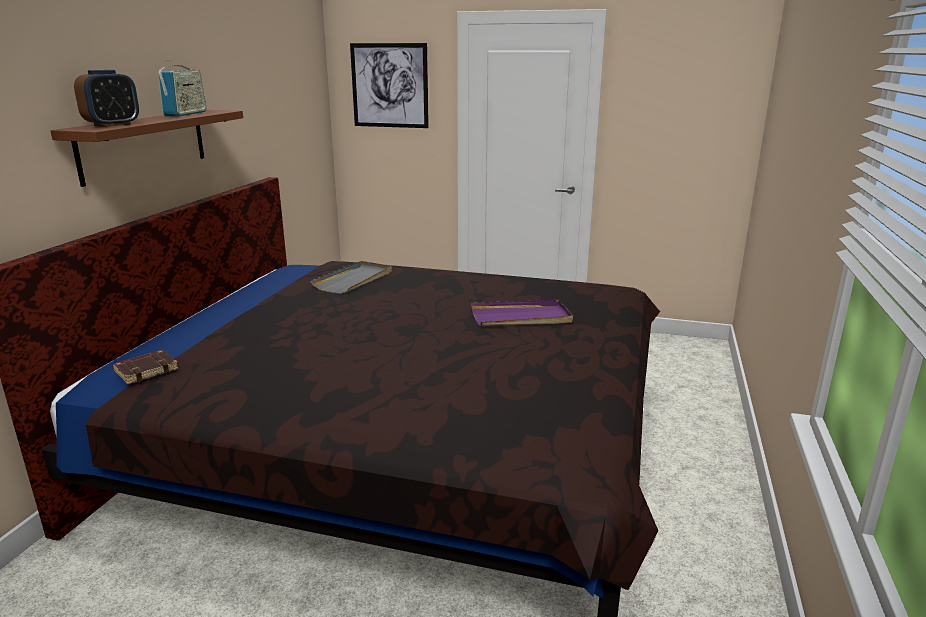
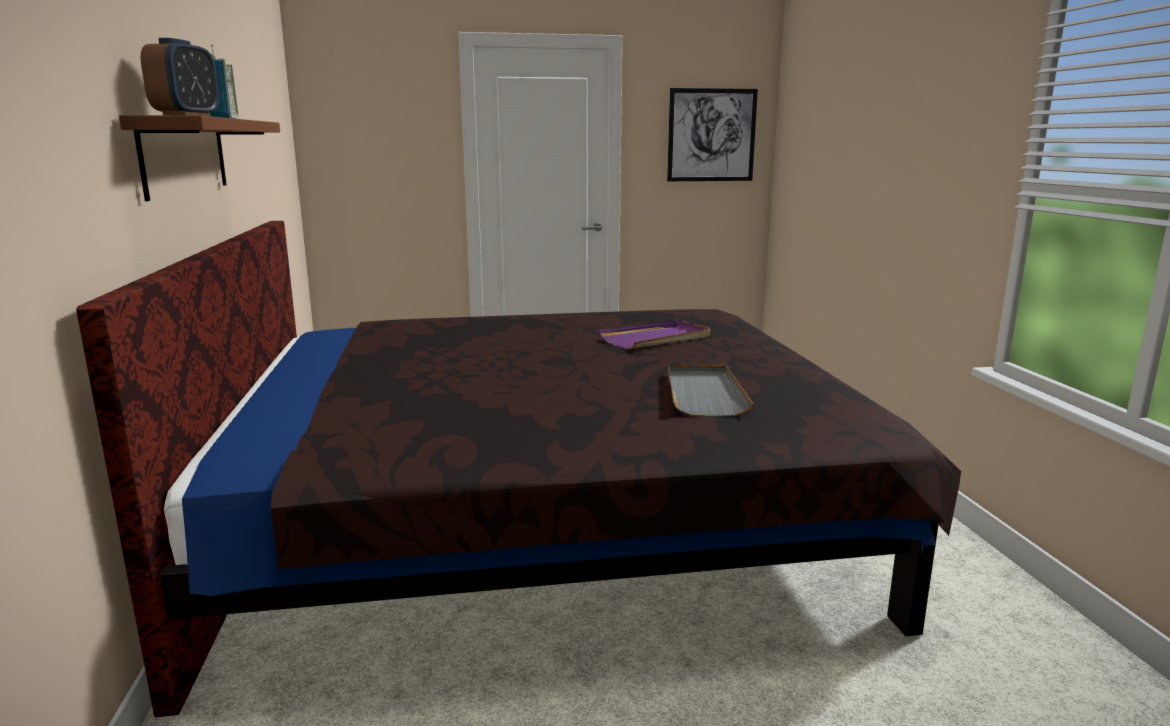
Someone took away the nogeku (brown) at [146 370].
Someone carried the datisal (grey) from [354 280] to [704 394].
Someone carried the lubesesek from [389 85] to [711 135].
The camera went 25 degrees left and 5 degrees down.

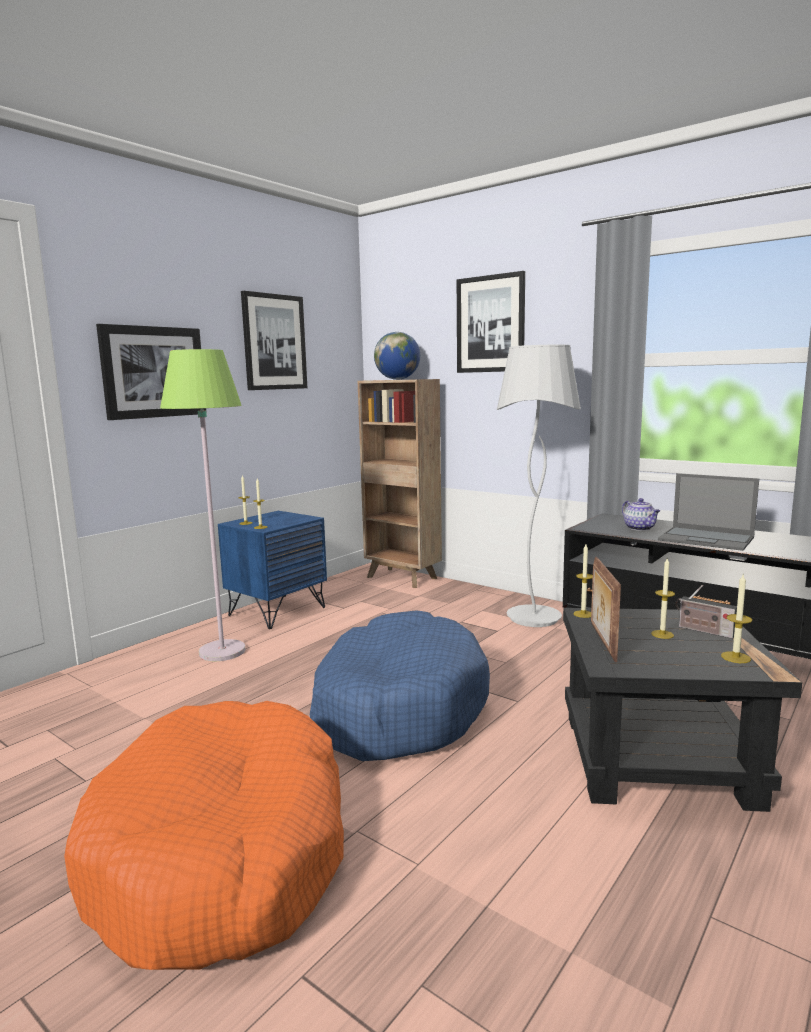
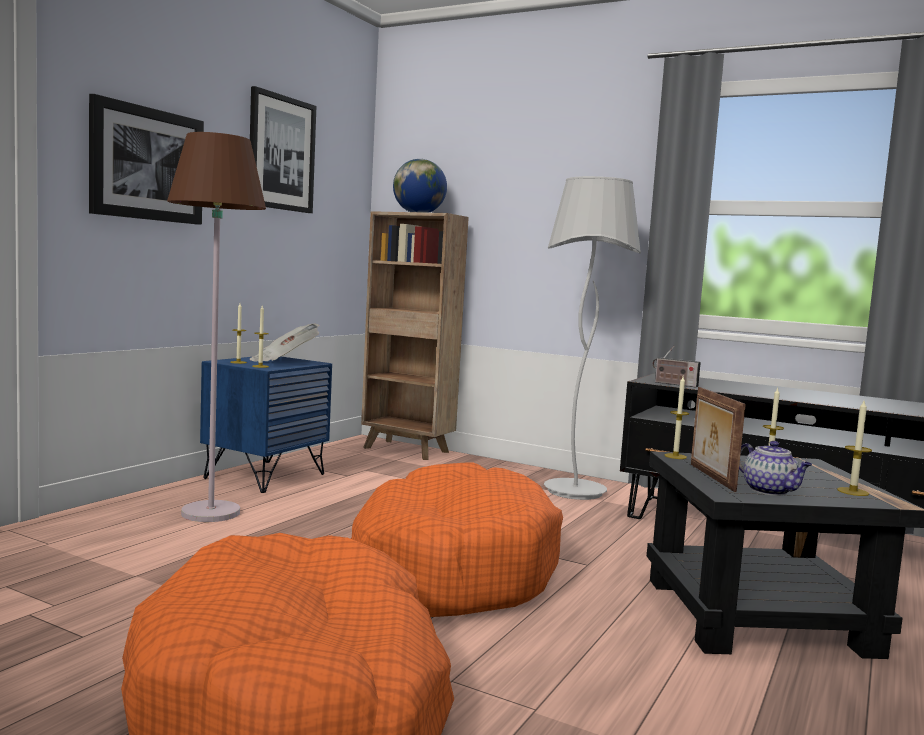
Someone repainted the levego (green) at [222 652], which became the levego (brown) at [211 513].
Someone repainted the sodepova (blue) at [397 706], which became the sodepova (orange) at [451 568].
Someone took away the lubesesek at [490 324].
Someone carried the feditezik from [640 528] to [770 491].
Someone took away the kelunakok at [707 539].
Someone carried the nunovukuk from [703 631] to [673 384].
Someone put down the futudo at [284 361].
The camera went 10 degrees left and 5 degrees down.

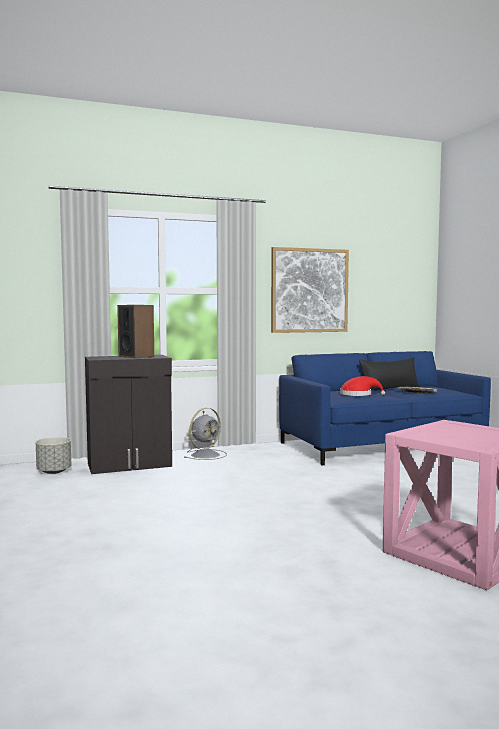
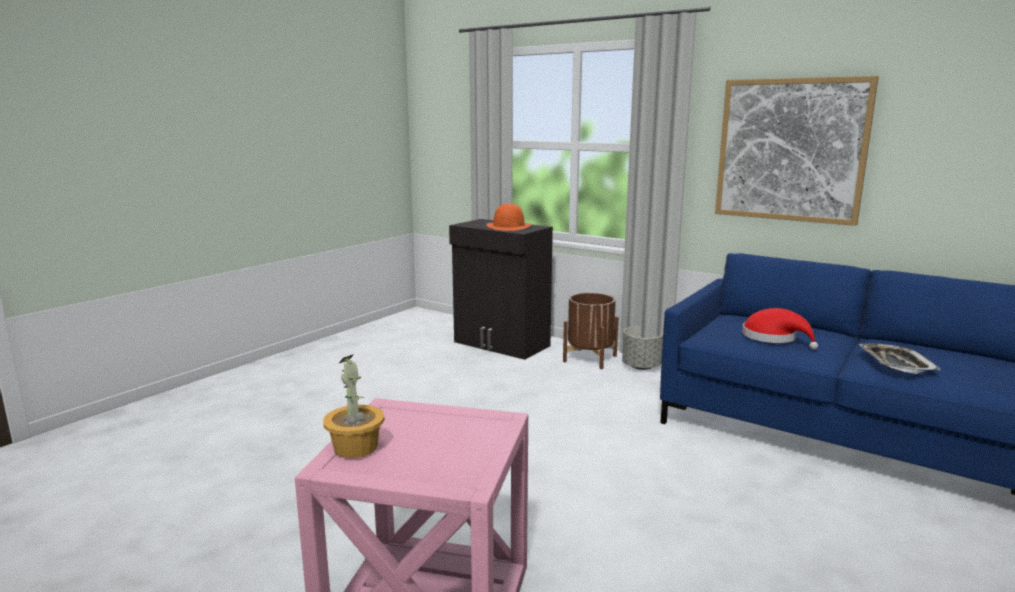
Someone carried the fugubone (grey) from [54 471] to [641 366].
Someone swapped the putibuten at [136 356] for the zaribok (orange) at [509 226].
Someone swapped the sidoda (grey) at [206 455] for the fugubone (brown) at [590 358].
Someone took away the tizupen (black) at [390 389].
Someone put down the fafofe at [356 447].
The camera went 55 degrees right and 10 degrees up.

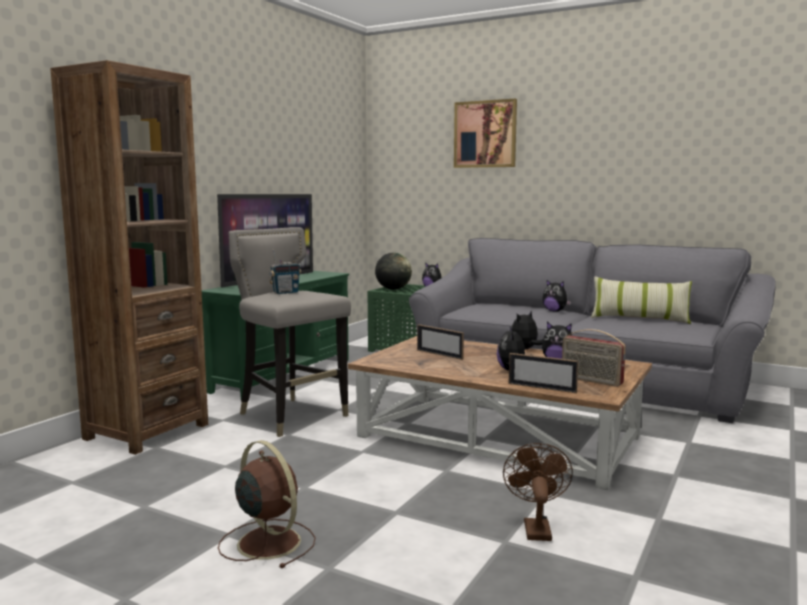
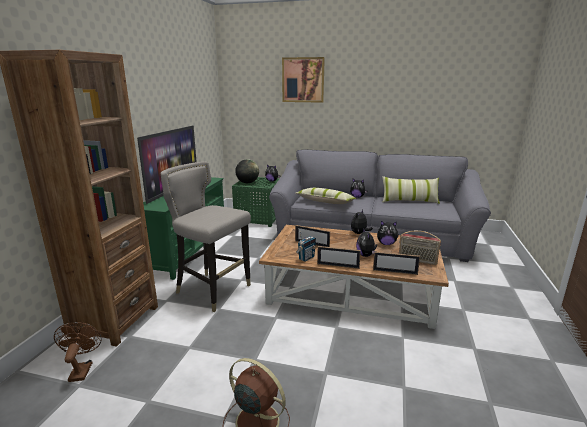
Someone carried the nunovukuk from [285 292] to [306 258].
Someone carried the sidoda (brown) from [535 527] to [82 369].
Someone put down the tizupen at [325 202].
Someone put down the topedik at [338 266].
The camera went 15 degrees left and 10 degrees up.

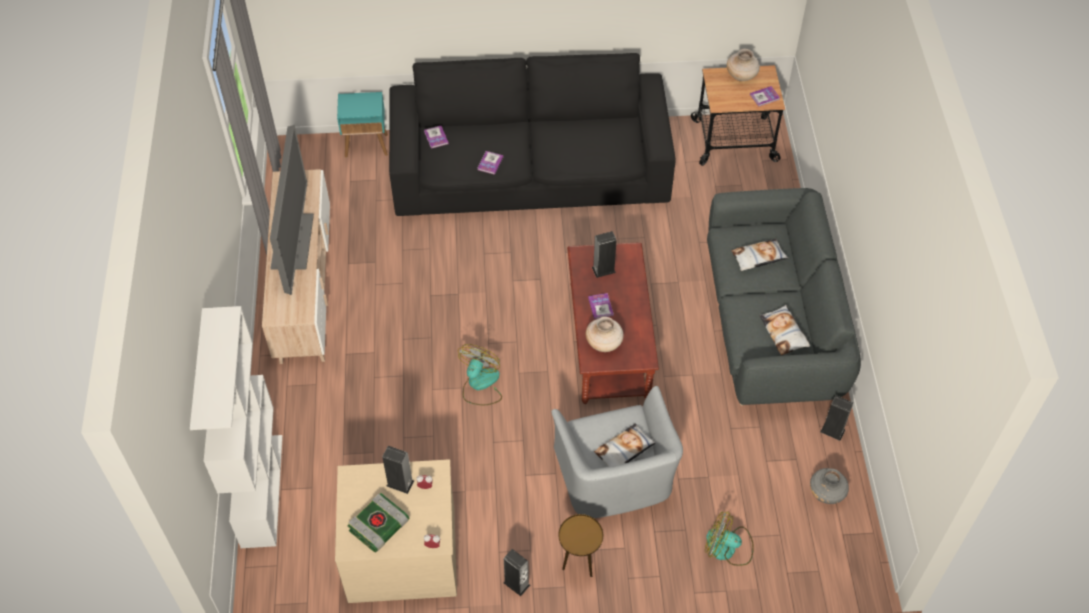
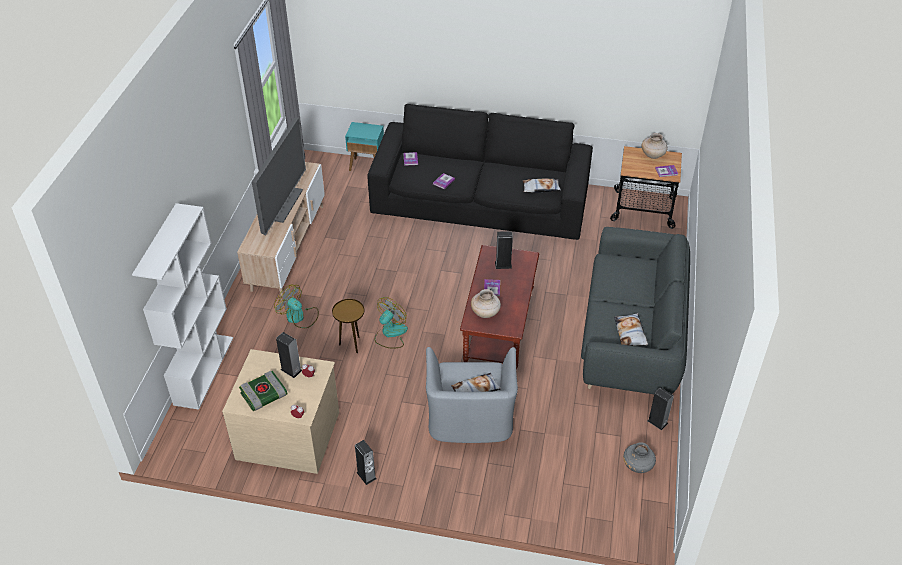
Someone carried the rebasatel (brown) from [579 565] to [351 344].
Someone carried the sidoda from [728 548] to [299 317].
Someone carried the tizupen from [758 258] to [541 188].
The camera went 15 degrees right and 10 degrees down.

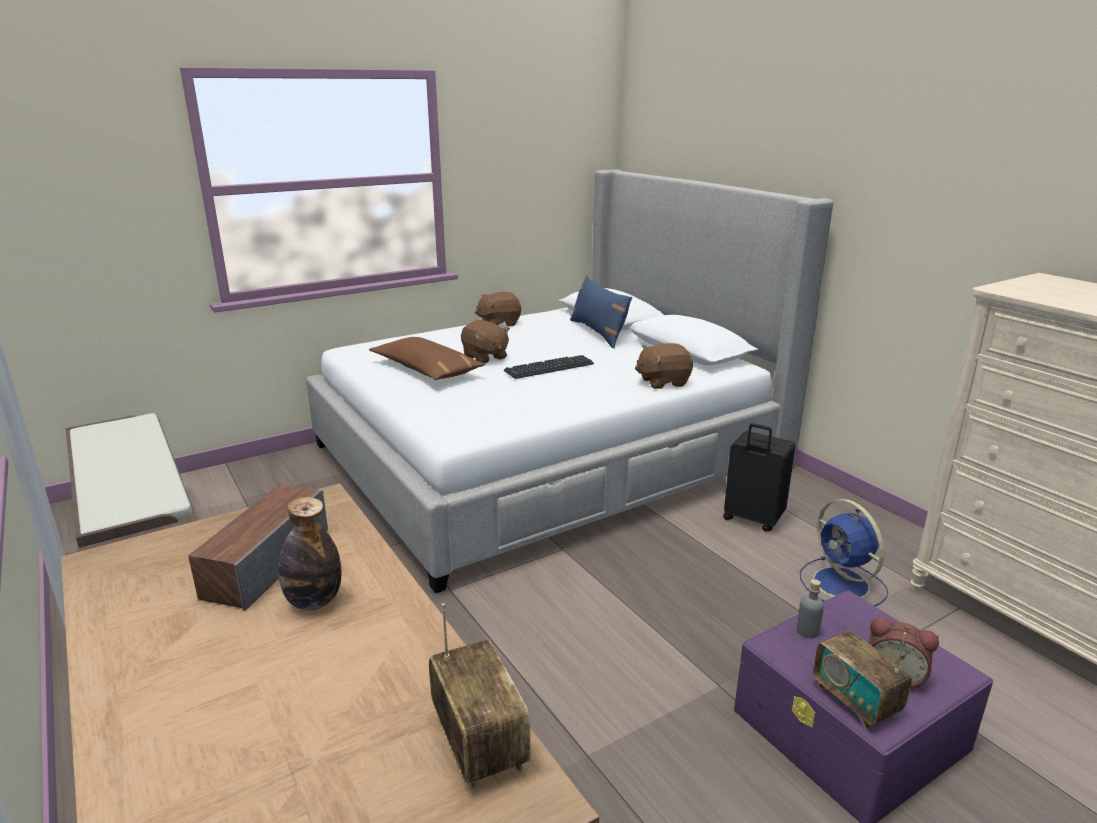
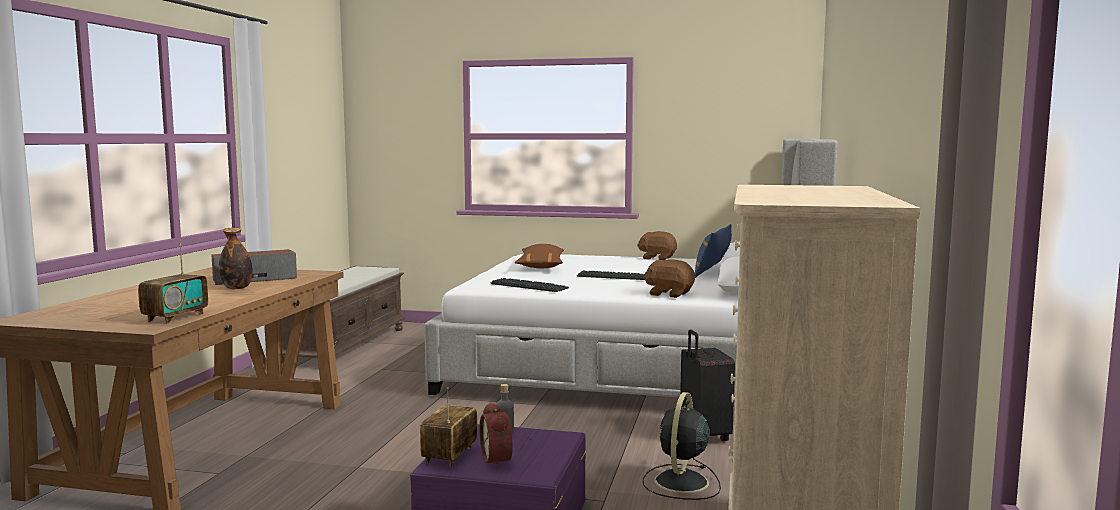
Someone took away the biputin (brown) at [485 357].
Someone repainted the sidoda (blue) at [843 585], which became the sidoda (black) at [681 483].
Someone put down the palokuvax at [528 286].
The camera went 45 degrees right and 15 degrees down.

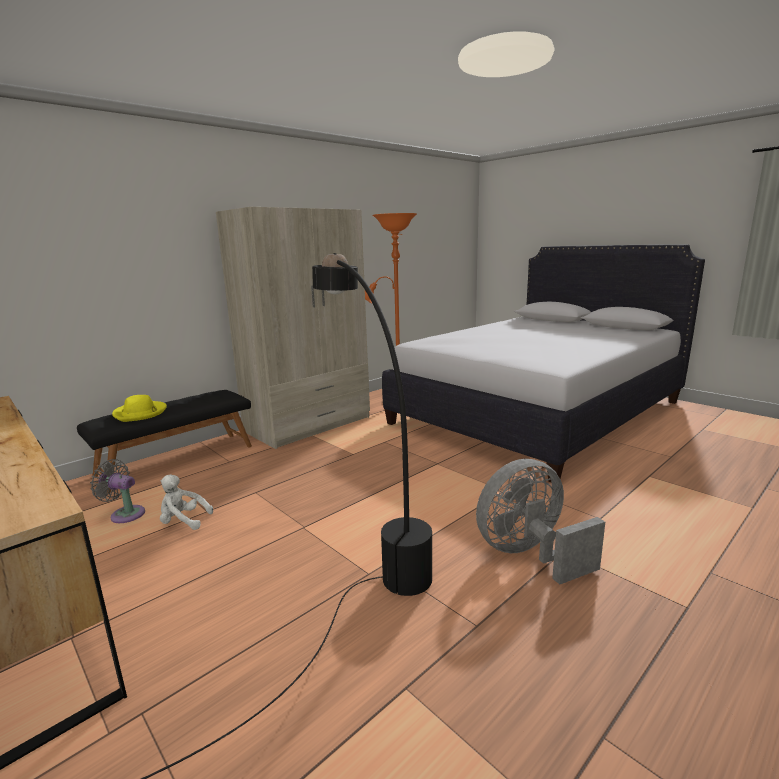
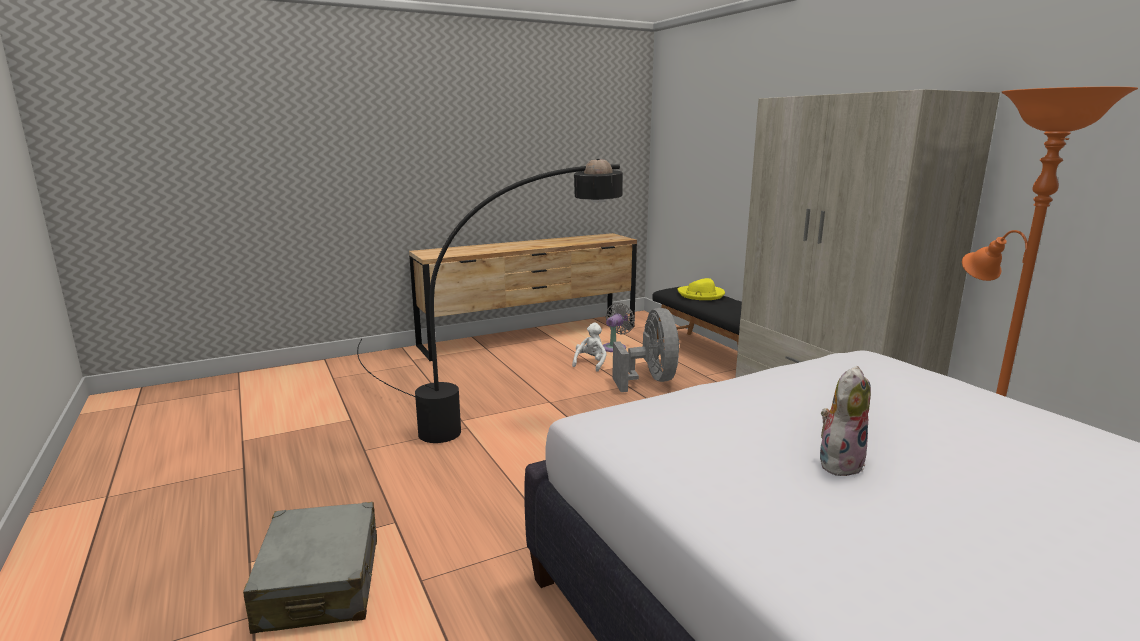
Someone carried the sidoda (grey) from [529 554] to [650 380].
Someone put down the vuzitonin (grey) at [320 583].
Someone put down the biputin at [839 462].
The camera went 105 degrees right and 0 degrees up.

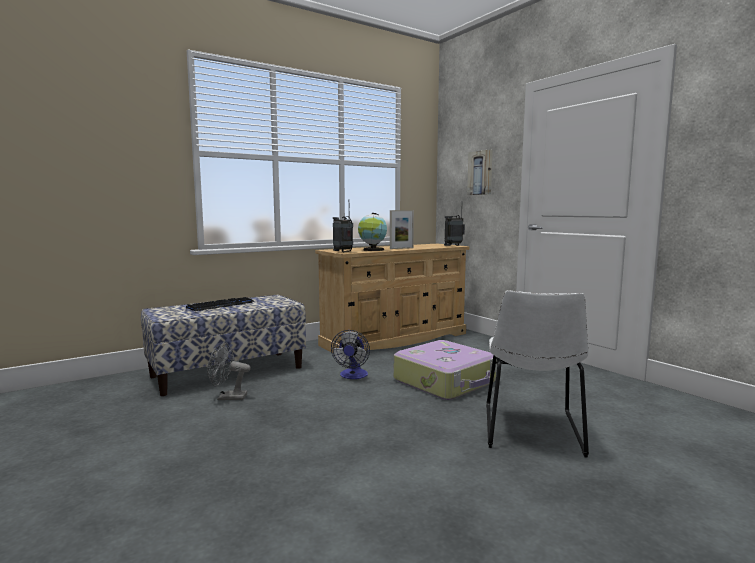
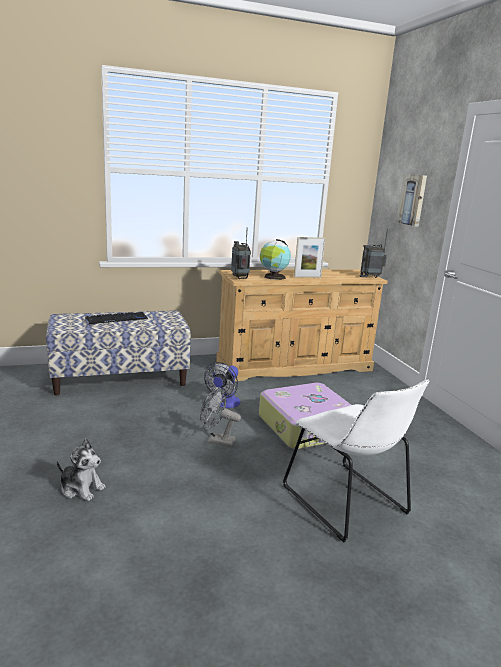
Someone carried the sidoda (grey) from [227 397] to [216 441].
Someone rotated the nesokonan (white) at [531 431] by 60 degrees counterclockwise.
Someone put down the biputin at [81 488].
The camera went 15 degrees right and 10 degrees up.

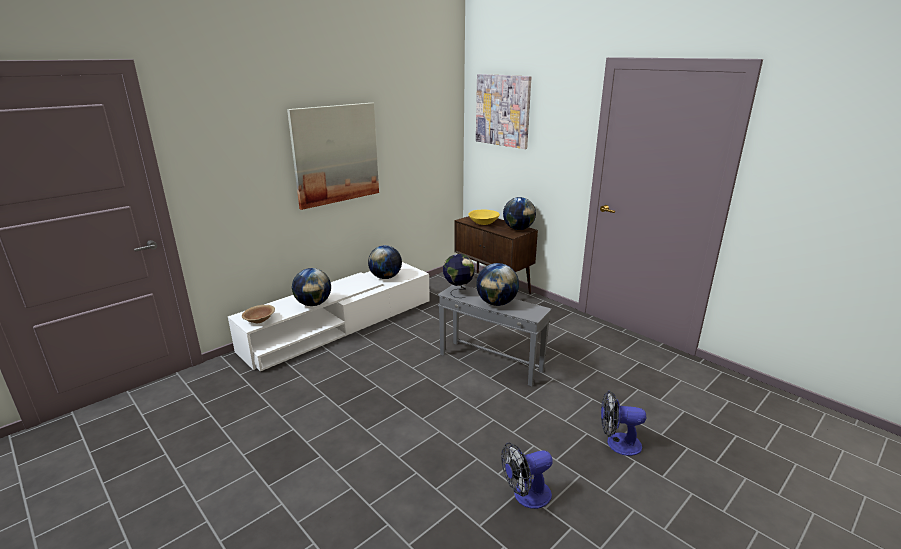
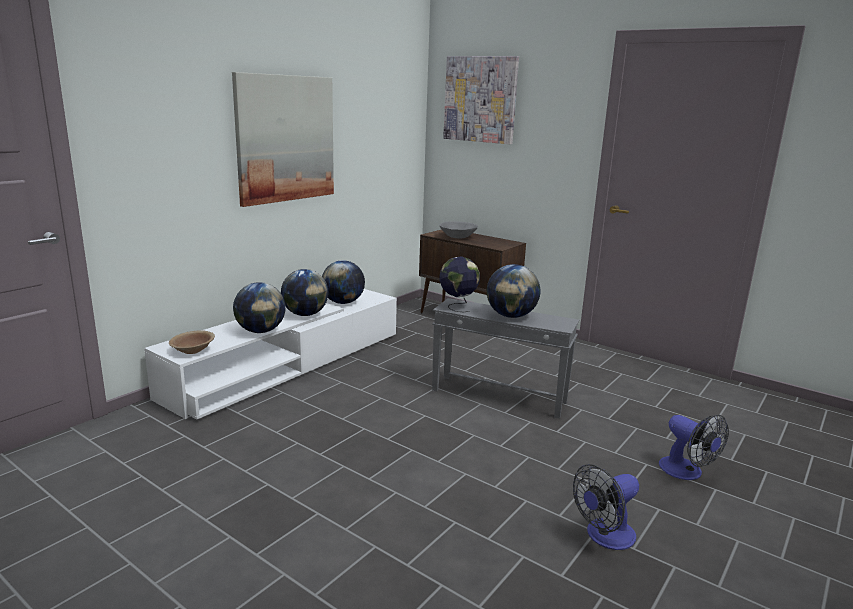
Someone repainted the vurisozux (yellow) at [483 223], which became the vurisozux (grey) at [458 237].
Someone carried the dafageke from [518 229] to [305 314].
Someone rotated the sidoda at [617 443] by 120 degrees counterclockwise.
The camera went 10 degrees left and 5 degrees down.

